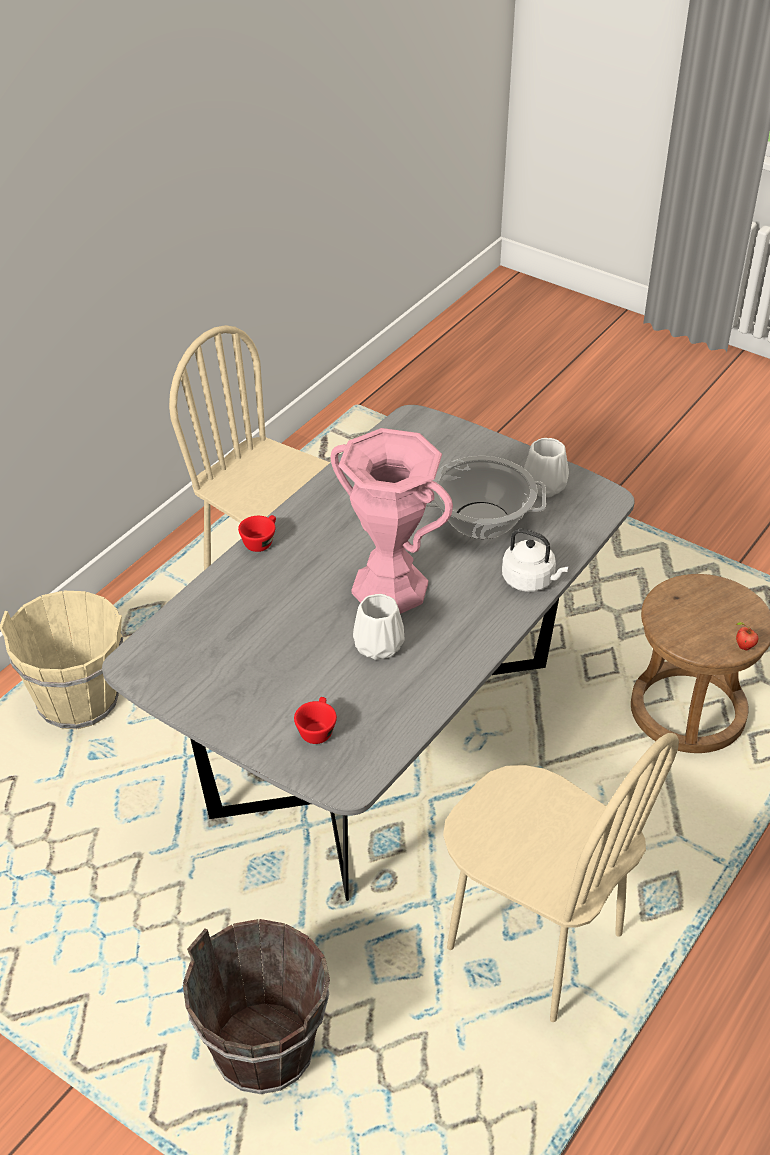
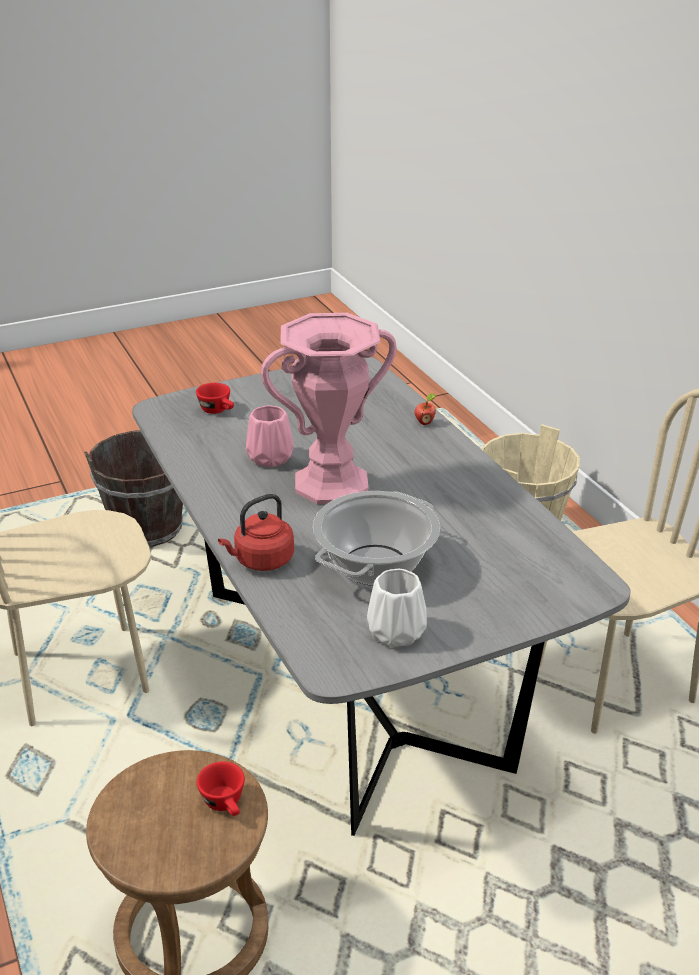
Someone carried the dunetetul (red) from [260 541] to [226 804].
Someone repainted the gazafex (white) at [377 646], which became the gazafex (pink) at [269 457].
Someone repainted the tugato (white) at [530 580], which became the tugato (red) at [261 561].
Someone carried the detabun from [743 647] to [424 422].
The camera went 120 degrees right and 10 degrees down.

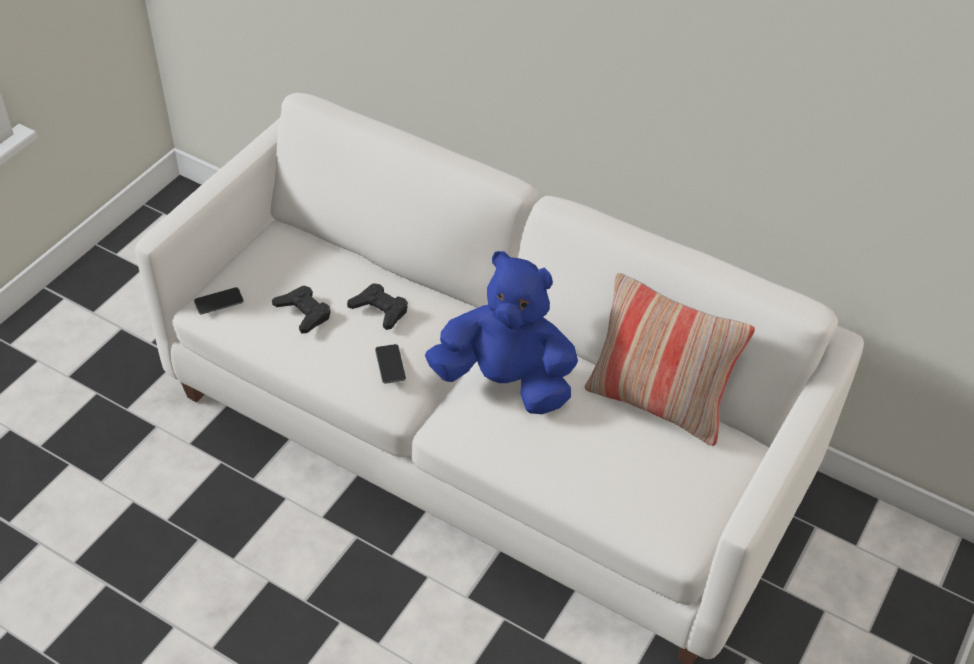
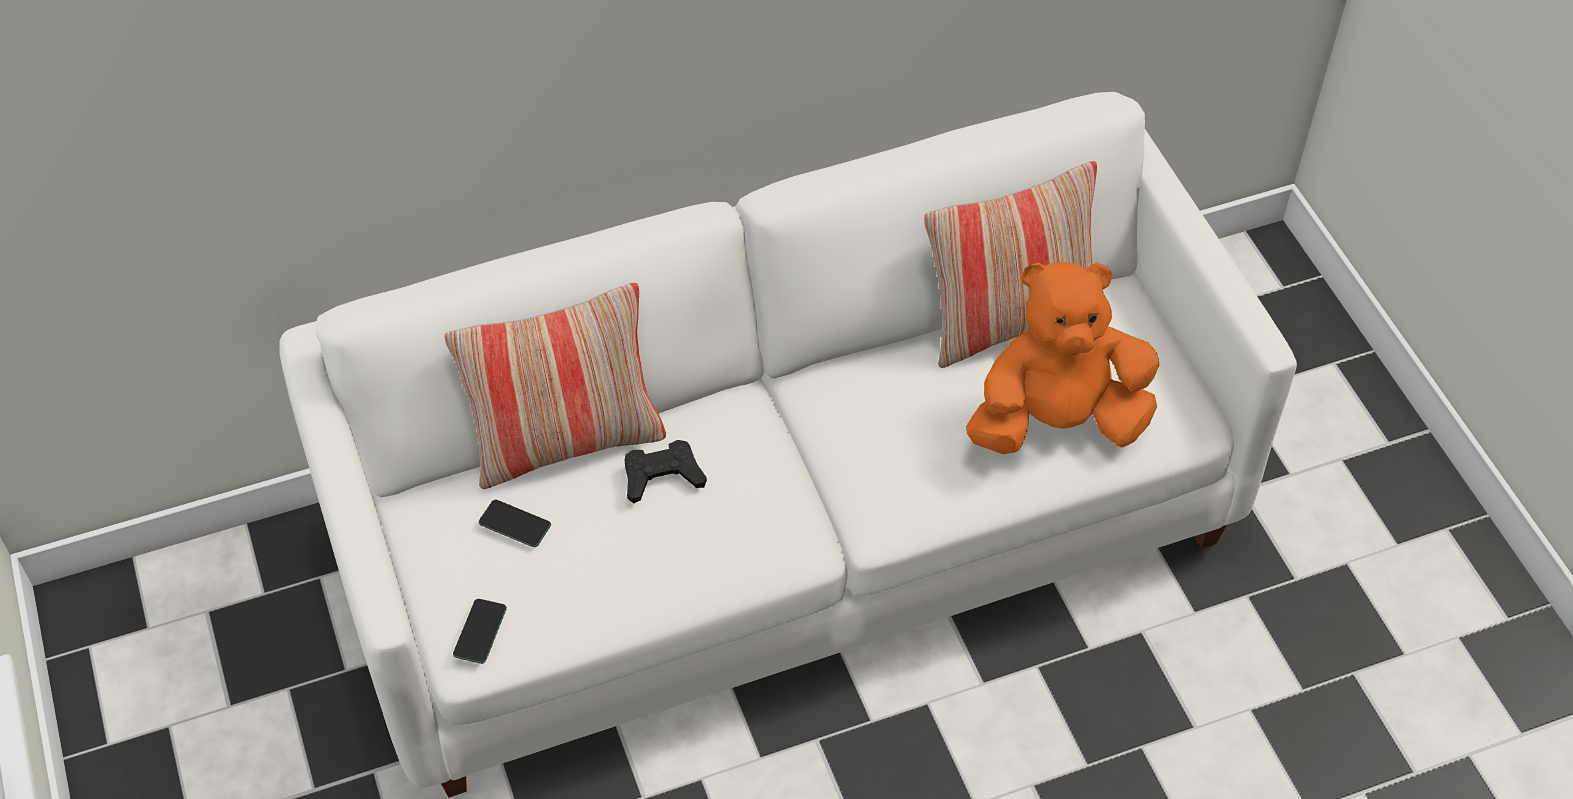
Someone took away the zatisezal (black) at [303 312].
Someone carried the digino from [390 364] to [515 524].
Someone took away the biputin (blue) at [505 381].
Someone put down the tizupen at [566 442].
Someone put down the biputin (orange) at [1057 421].
The camera went 50 degrees left and 5 degrees up.

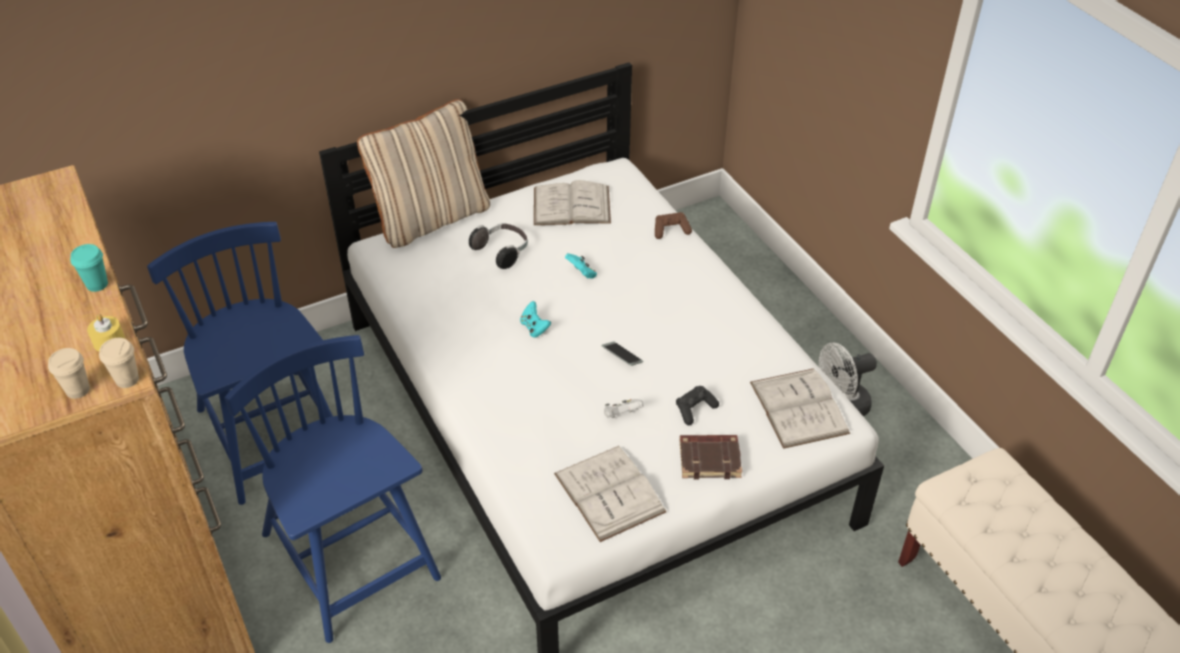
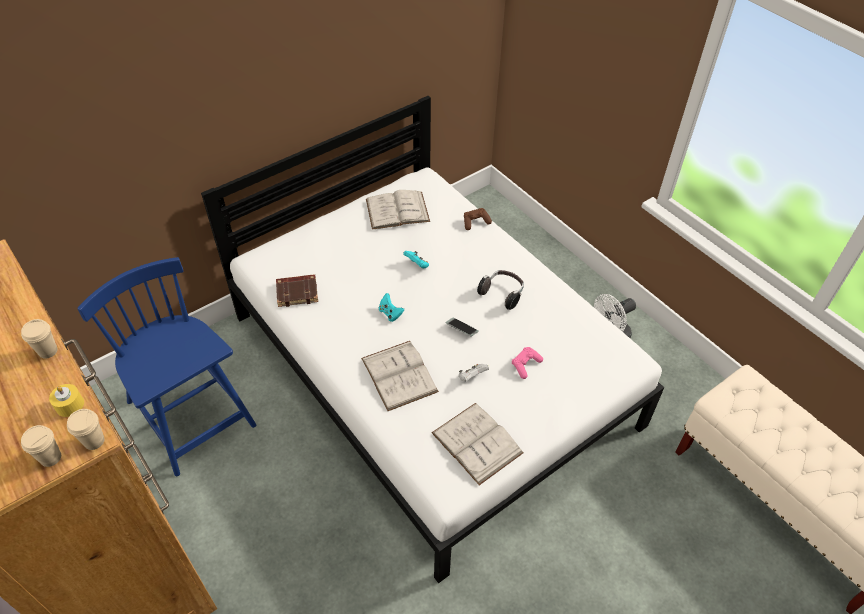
Someone repainted the dunetetul (turquoise) at [97 284], which became the dunetetul (beige) at [48 351].
Someone took away the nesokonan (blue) at [351 559].
Someone took away the tizupen (beige) at [431 218].
Someone carried the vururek from [502 252] to [502 294].
Someone repainted the zatisezal (black) at [694 409], which became the zatisezal (pink) at [525 365].
Someone carried the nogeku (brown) from [710 459] to [297 292].
Someone carried the nogeku (white) from [798 407] to [399 375].
The camera went 10 degrees left and 5 degrees up.

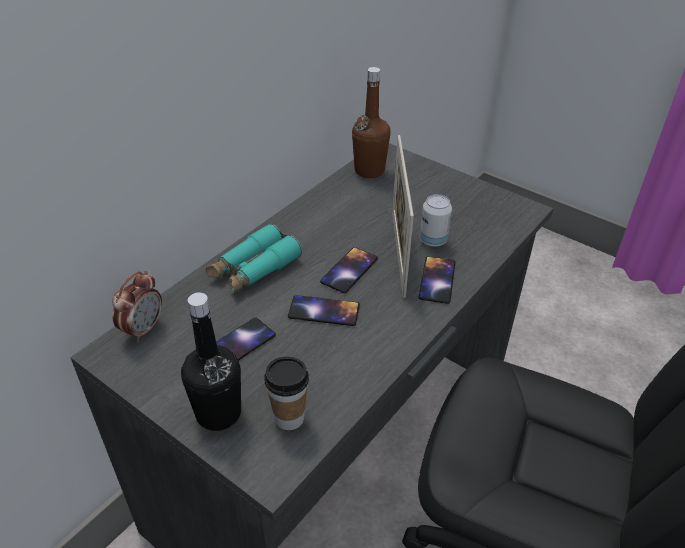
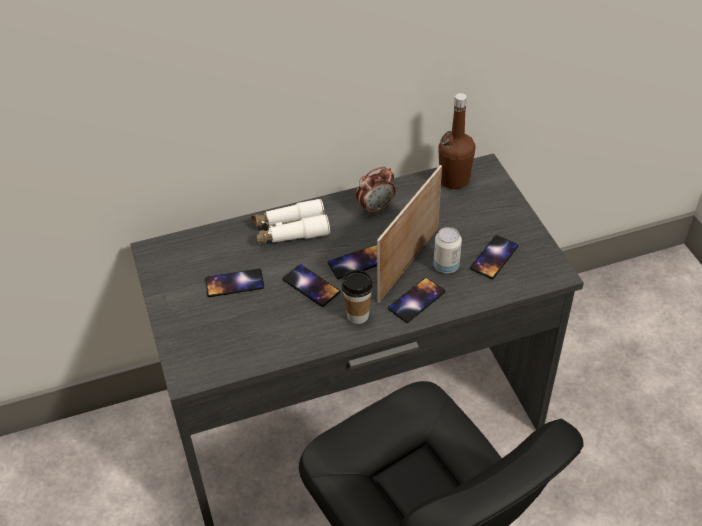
Someone carried the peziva from [143 329] to [376 208].
Someone took away the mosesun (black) at [218 413].
Someone repainted the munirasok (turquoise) at [254 269], which became the munirasok (white) at [290 230].
Someone carried the dunetetul from [289 418] to [358 315].
Someone put down the digino at [494 257].
The camera went 35 degrees right and 5 degrees up.

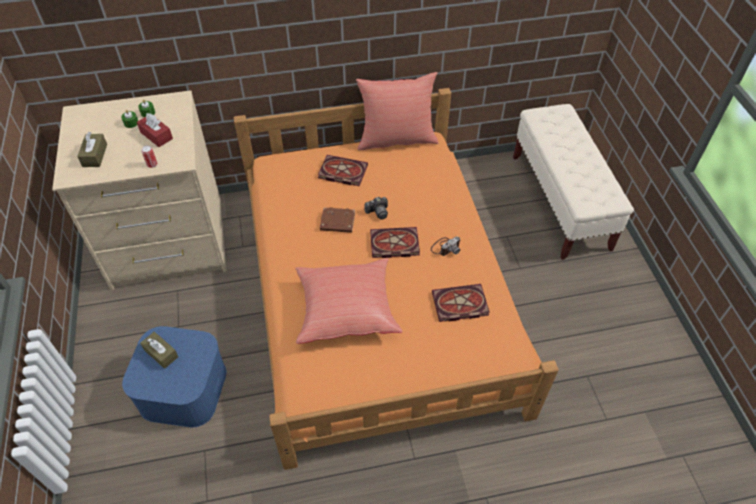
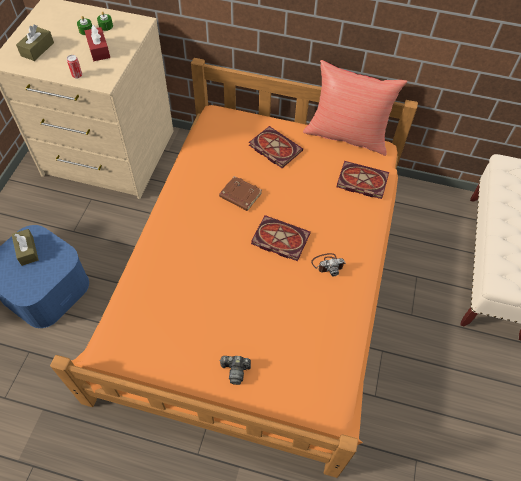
Someone took away the tizupen (red) at [346 310].
Someone carried the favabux from [377 212] to [235 370].
Someone carried the nogeku from [458 305] to [360 181].
The camera went 25 degrees right and 5 degrees up.

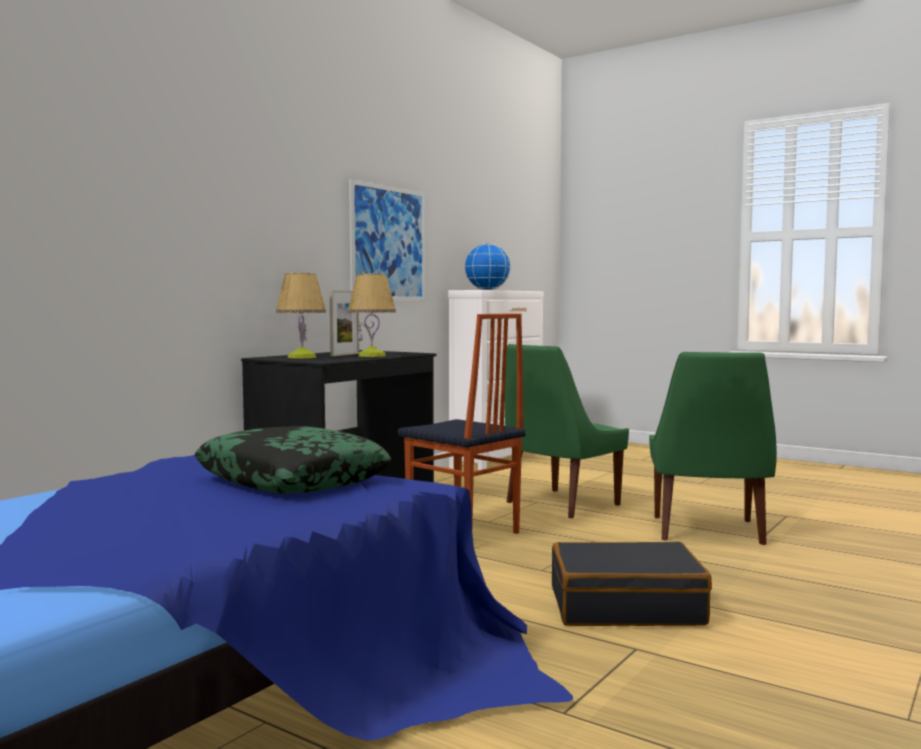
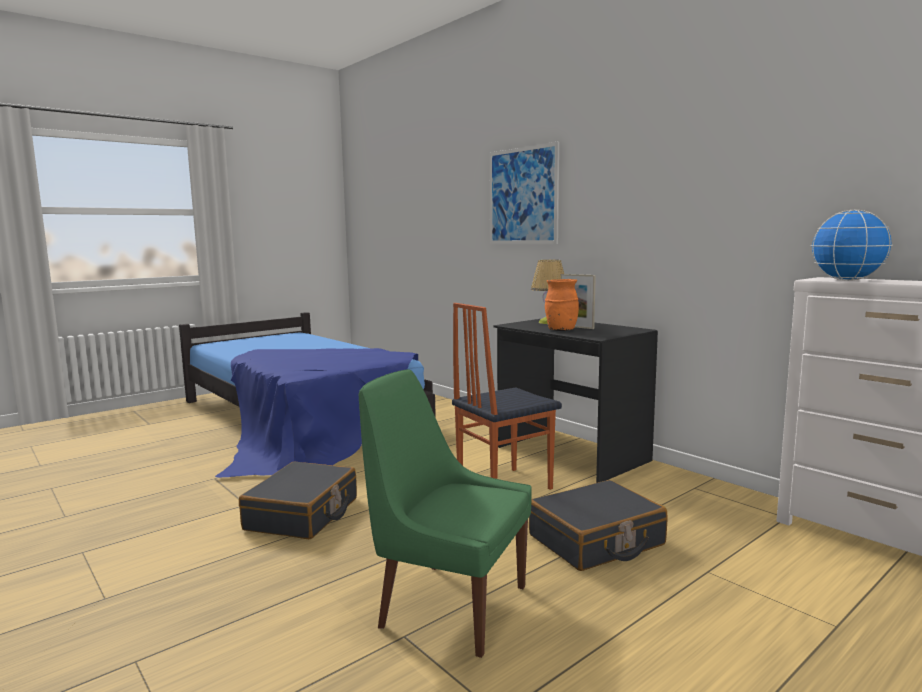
Someone took away the tizupen at [291 479].
Someone swapped the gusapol at [372 356] for the gazafex (orange) at [560 330].
Someone carried the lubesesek from [388 243] to [522 196].
Someone swapped the nesokonan (green) at [559 504] for the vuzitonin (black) at [596 541].
The camera went 105 degrees right and 5 degrees up.

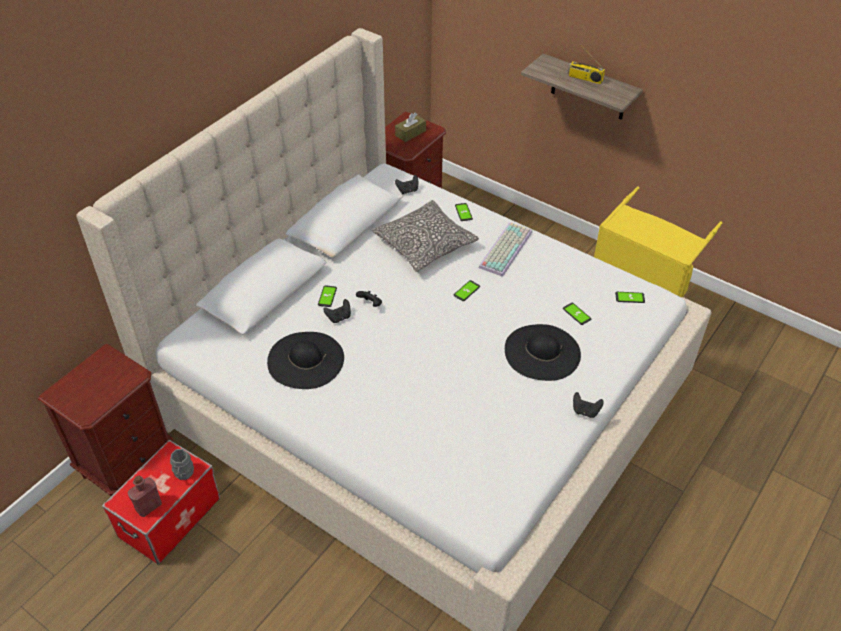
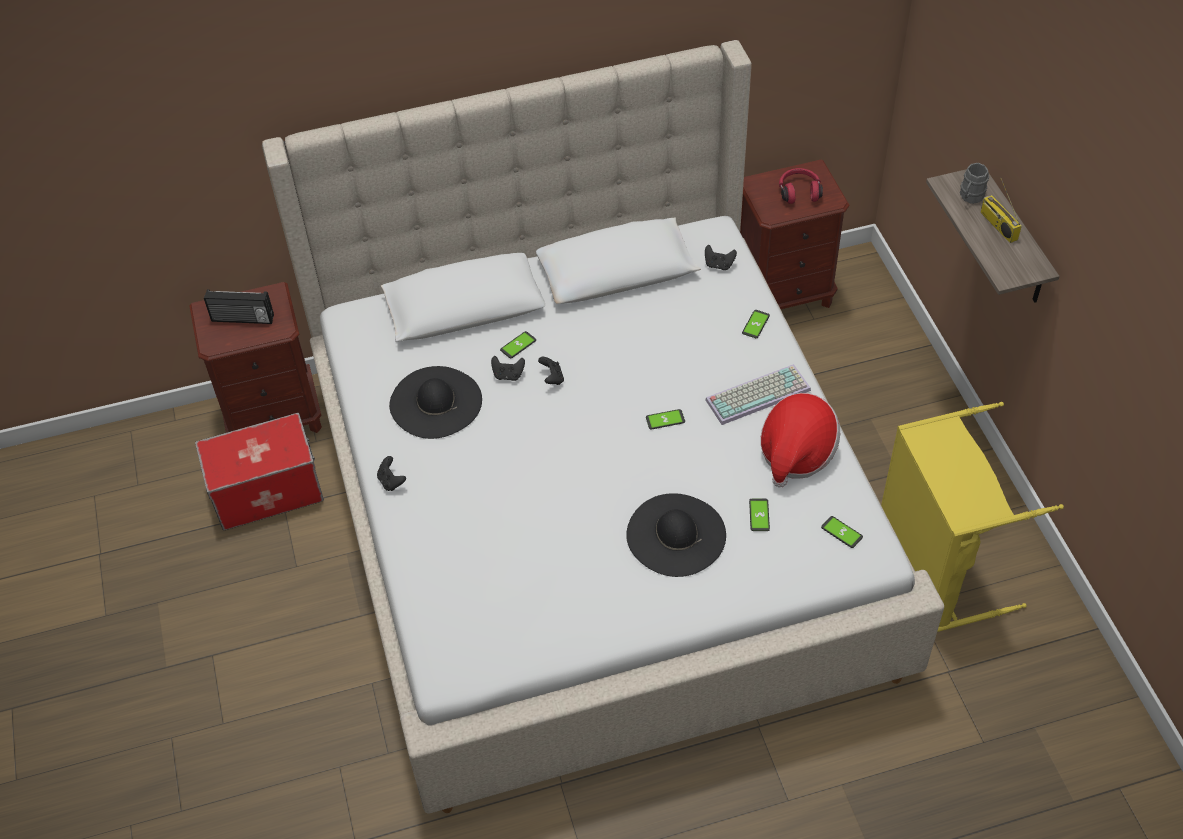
Someone took away the mosesun (red) at [149 506].
Someone carried the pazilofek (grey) from [183 474] to [970 197].
Someone took away the tizupen at [425 244].
Someone swapped the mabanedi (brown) at [410 133] for the vururek (red) at [799 192].
Someone carried the zatisezal (black) from [585 411] to [391 481].
Someone put down the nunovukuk at [242 319].
Someone put down the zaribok at [796 452].
The camera went 40 degrees right and 5 degrees up.

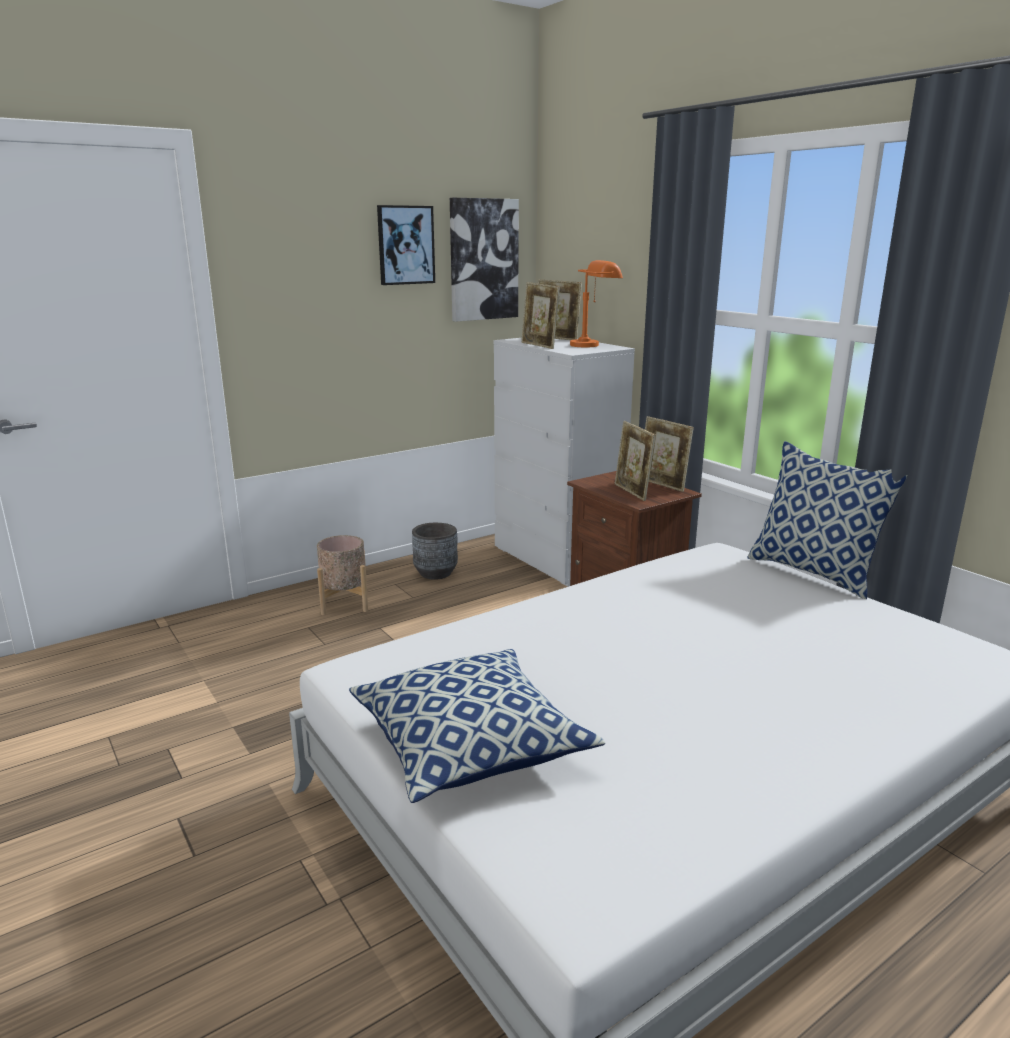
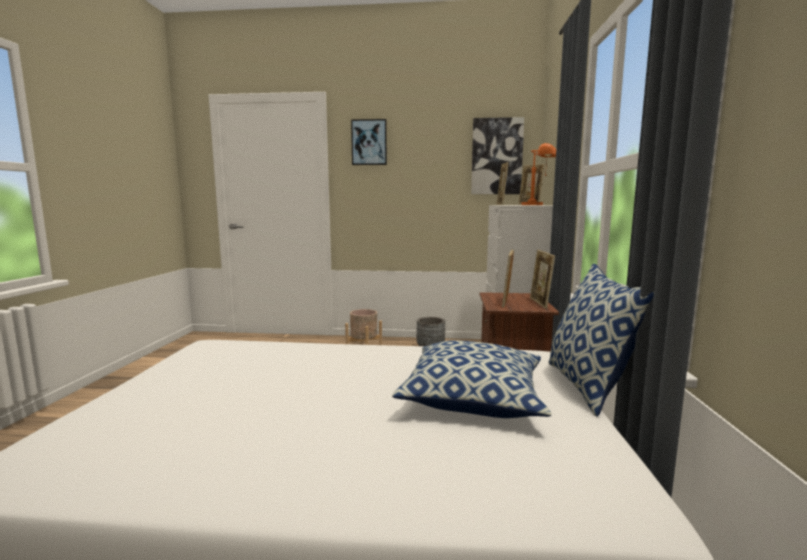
Someone carried the tizupen from [470 745] to [474 399].
Someone carried the lubesesek from [405 245] to [369 142].
The camera went 40 degrees right and 10 degrees down.

